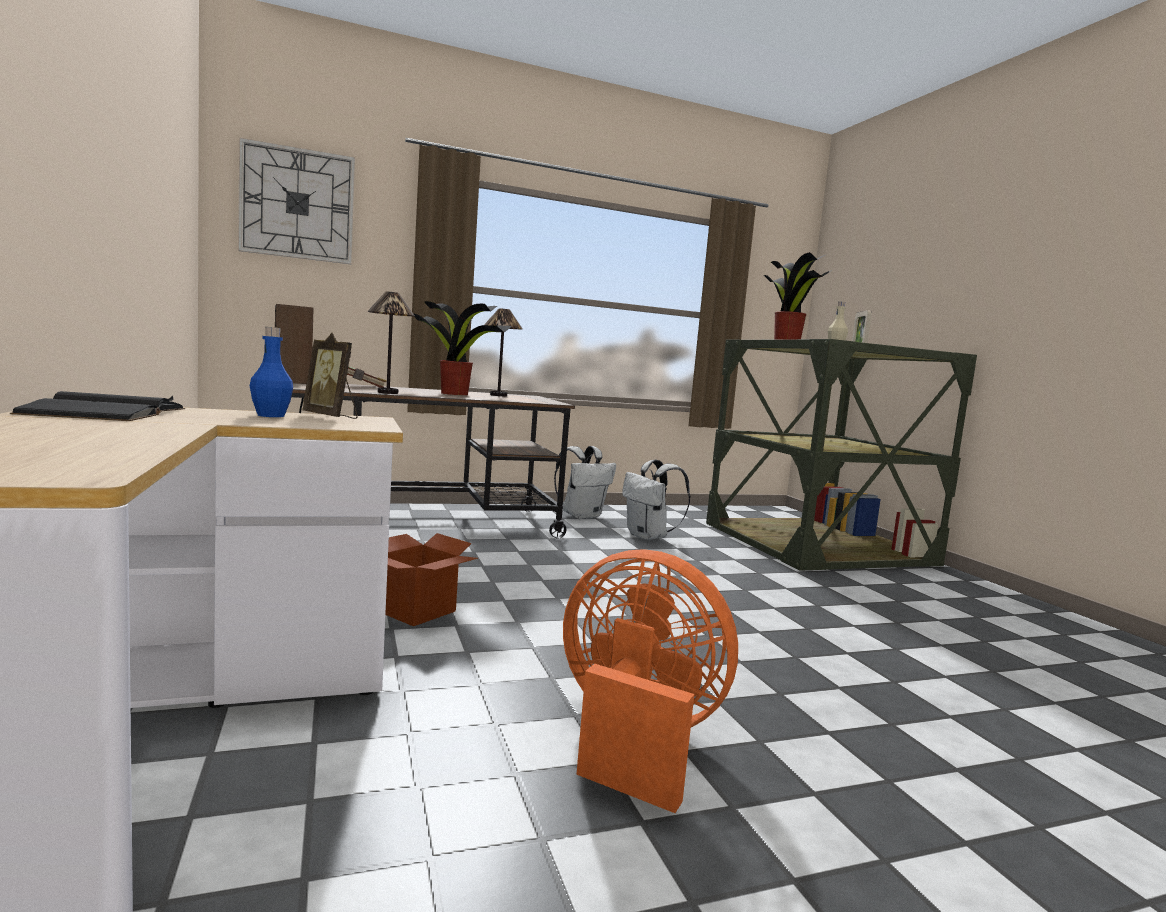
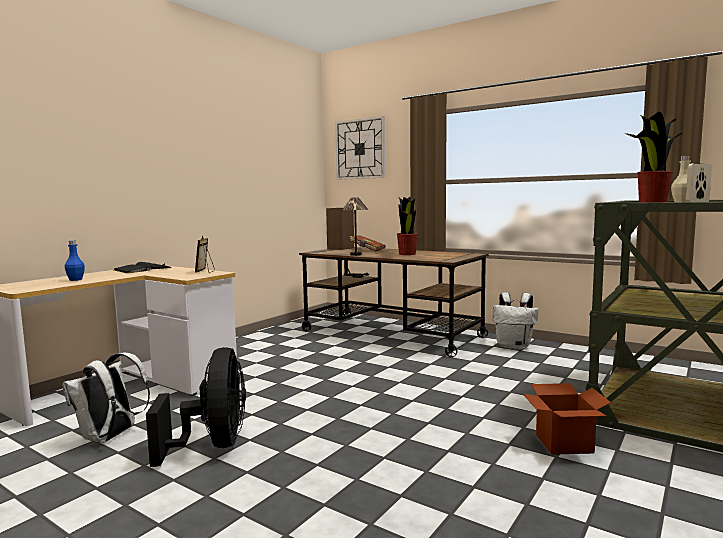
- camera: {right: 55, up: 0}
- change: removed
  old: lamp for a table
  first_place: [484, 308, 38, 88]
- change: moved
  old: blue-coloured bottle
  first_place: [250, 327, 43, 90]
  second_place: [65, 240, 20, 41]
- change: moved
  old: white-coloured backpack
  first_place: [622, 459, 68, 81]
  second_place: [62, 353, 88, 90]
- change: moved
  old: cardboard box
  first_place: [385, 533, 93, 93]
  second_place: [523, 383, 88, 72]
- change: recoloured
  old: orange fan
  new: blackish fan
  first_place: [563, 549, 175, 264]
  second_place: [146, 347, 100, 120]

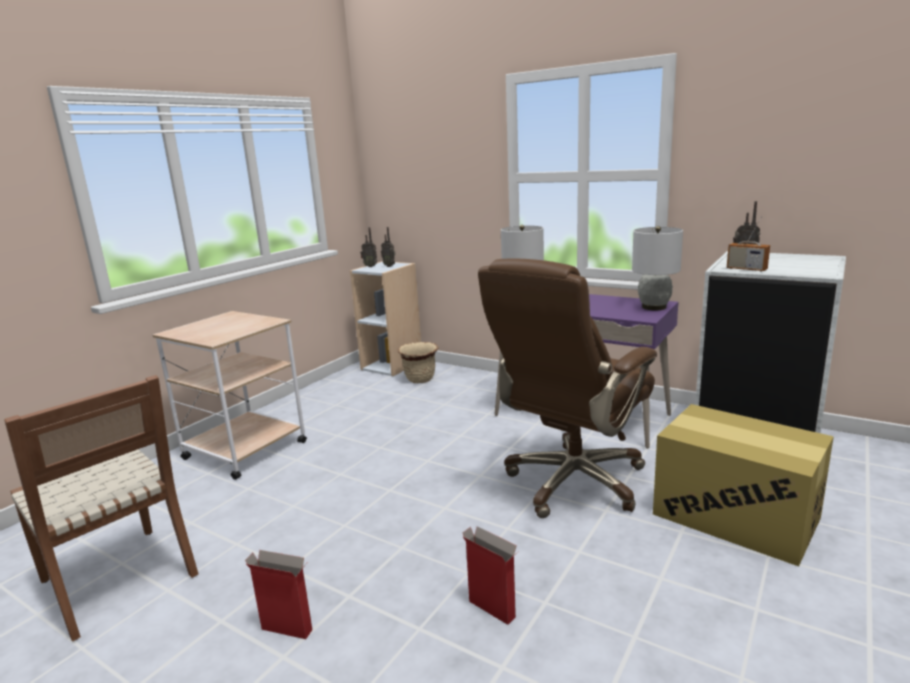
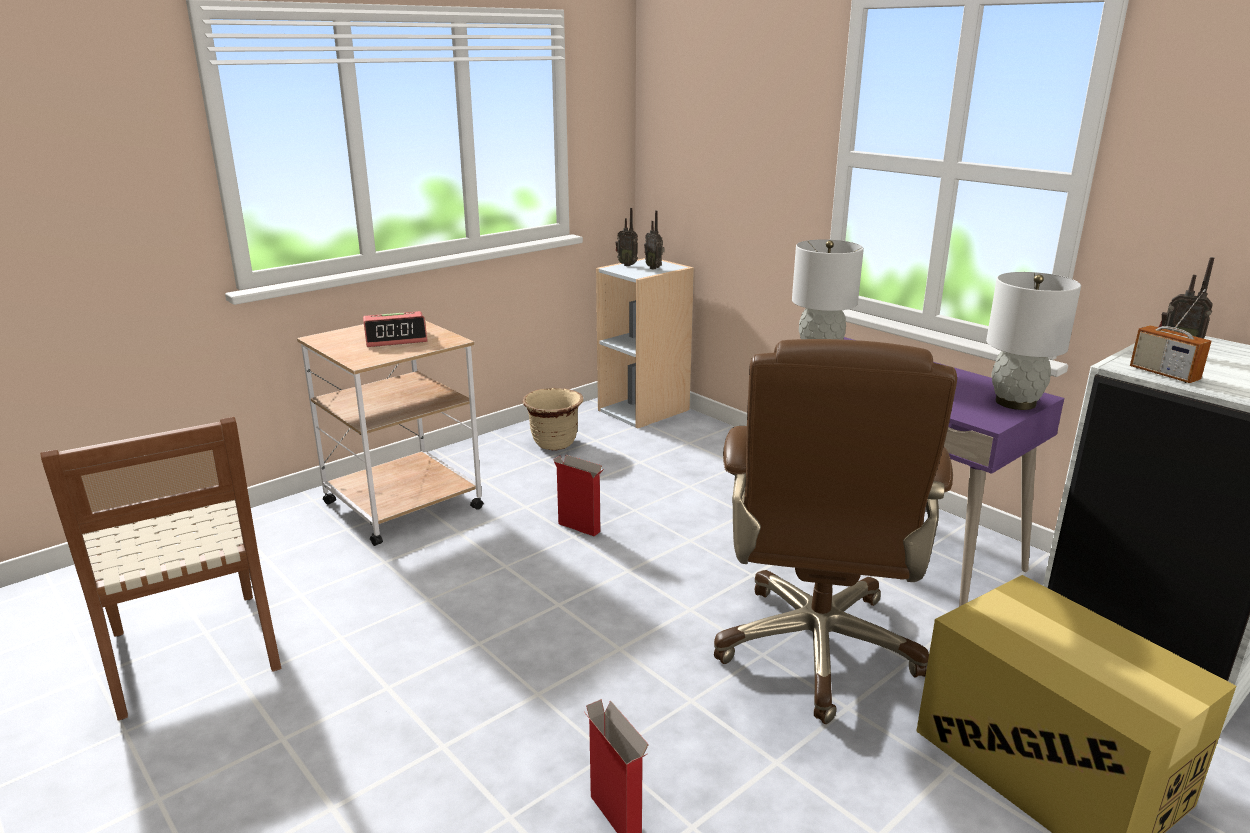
- camera: {right: 15, up: 5}
- change: turned
  old: brown office chair
  first_place: [478, 259, 179, 259]
  second_place: [714, 339, 243, 385]
  degrees: -45
- change: moved
  old: beige-coloured plant pot
  first_place: [398, 342, 40, 41]
  second_place: [523, 388, 60, 62]
- change: moved
  old: cardboard box
  first_place: [245, 550, 68, 89]
  second_place: [553, 455, 51, 81]
- change: added
  new: alarm clock
  second_place: [363, 311, 65, 36]

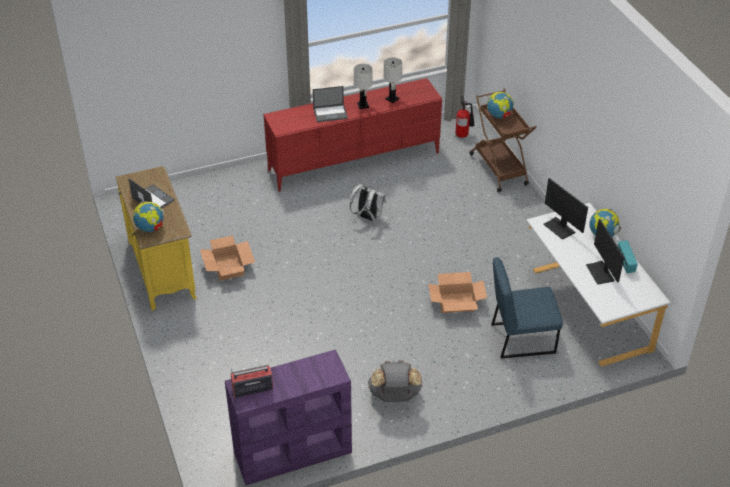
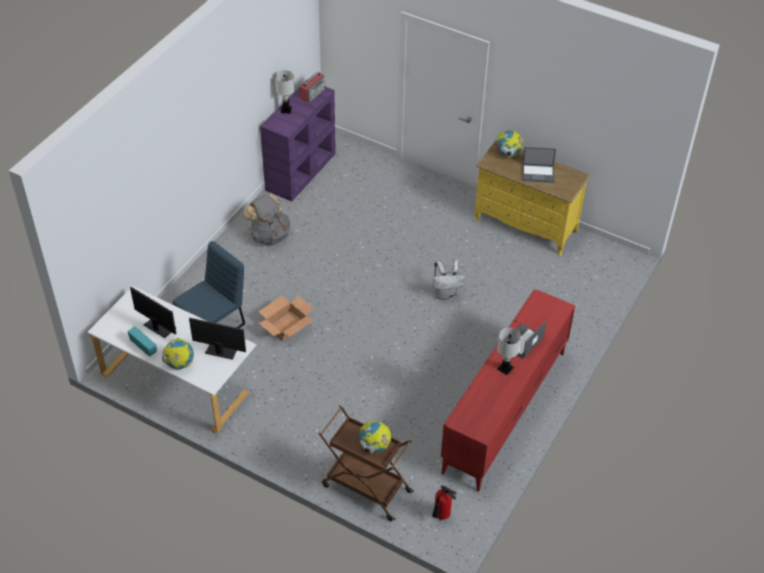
- camera: {right: 140, up: 5}
- change: moved
  old: white-coloured lamp for a table
  first_place: [383, 57, 20, 46]
  second_place: [275, 70, 19, 44]
- change: moved
  old: white-coloured backpack
  first_place: [350, 184, 36, 38]
  second_place: [433, 260, 32, 39]
- change: removed
  old: cardboard box
  first_place: [200, 236, 55, 45]

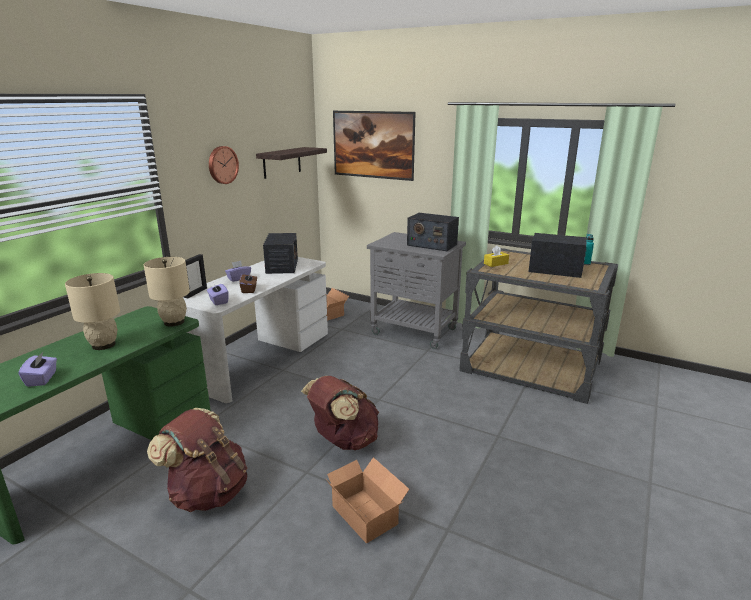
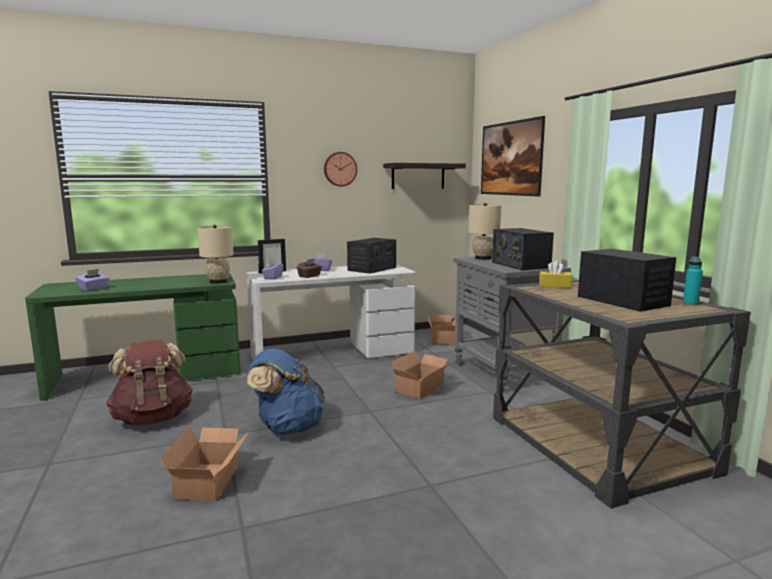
- camera: {right: 40, up: -10}
- change: moved
  old: beige-coloured lamp for a table
  first_place: [65, 273, 55, 77]
  second_place: [468, 202, 34, 58]
- change: recoloured
  old: brown backpack
  new: blue-coloured backpack
  first_place: [301, 376, 78, 74]
  second_place: [247, 349, 78, 86]
- change: added
  new: cardboard box
  second_place: [391, 351, 61, 48]

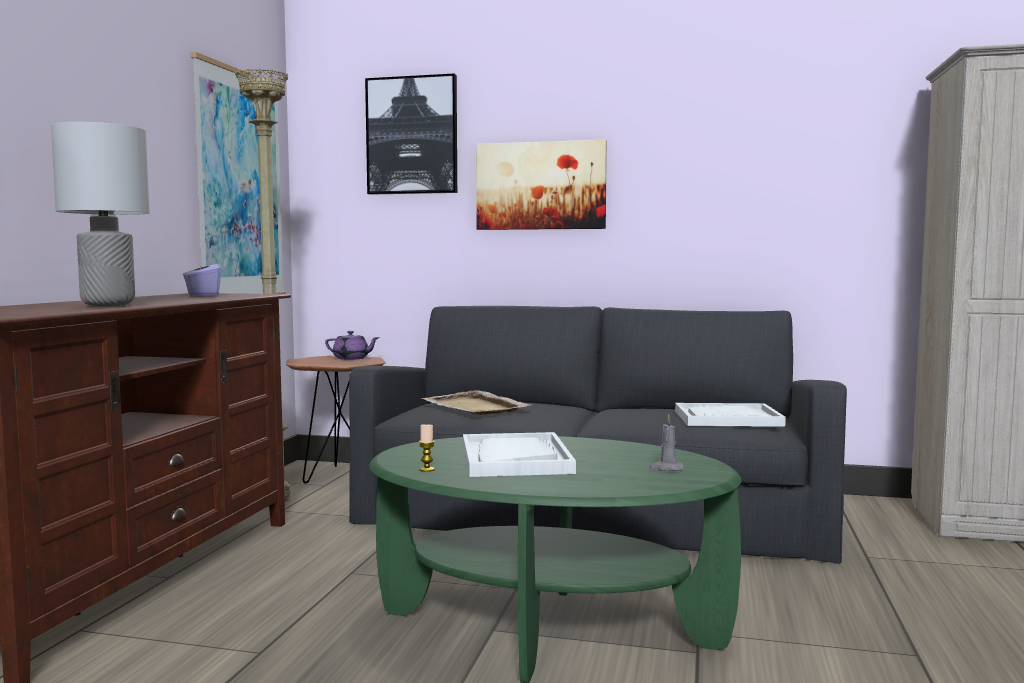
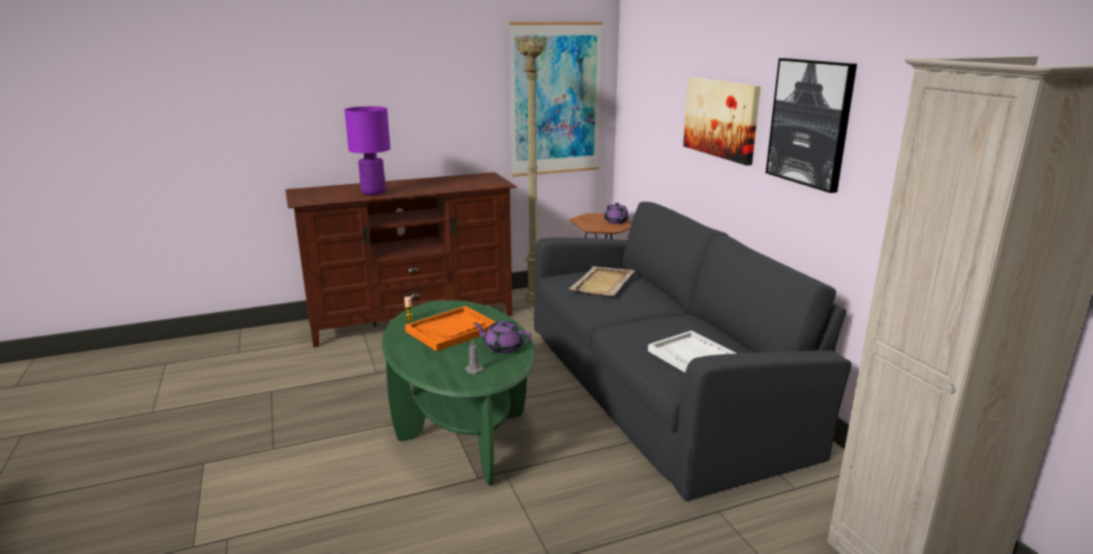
- camera: {right: 55, up: 15}
- change: moved
  old: wall picture
  first_place: [365, 74, 92, 121]
  second_place: [766, 58, 91, 135]
- change: recoloured
  old: grey lamp for a table
  new: purple lamp for a table
  first_place: [51, 122, 99, 184]
  second_place: [344, 106, 46, 89]
- change: removed
  old: purple box of tissues
  first_place: [183, 255, 38, 41]
- change: recoloured
  old: white-coloured carrying tray
  new: orange carrying tray
  first_place: [463, 432, 113, 45]
  second_place: [405, 306, 91, 45]
- change: added
  new: purple tea pot
  second_place: [473, 320, 58, 34]

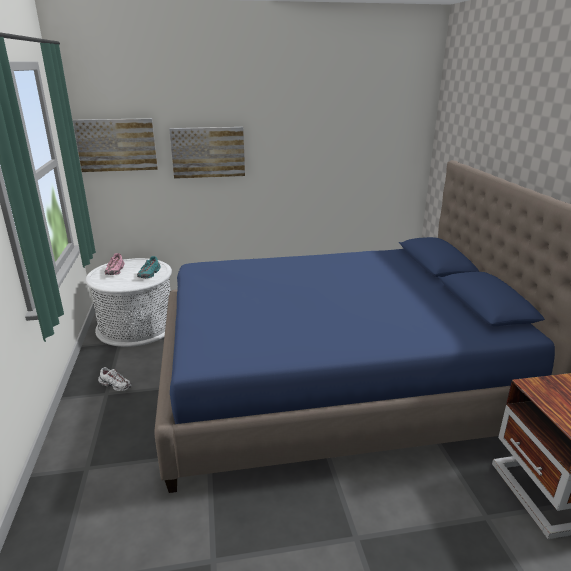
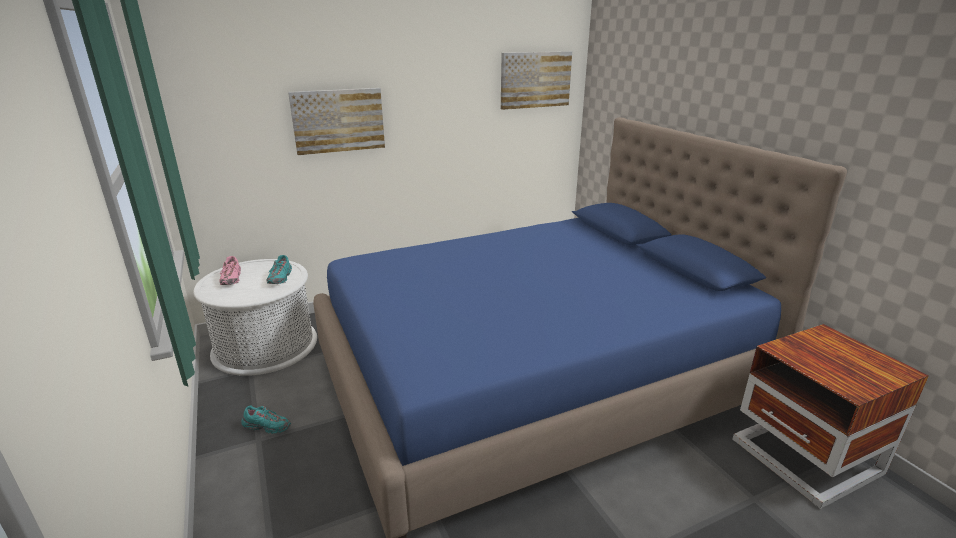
- camera: {right: -15, up: 0}
- change: moved
  old: wall picture
  first_place: [73, 118, 85, 54]
  second_place: [501, 51, 71, 59]
- change: recoloured
  old: white-coloured low shoe
  new: turquoise low shoe
  first_place: [98, 367, 34, 24]
  second_place: [242, 405, 49, 29]

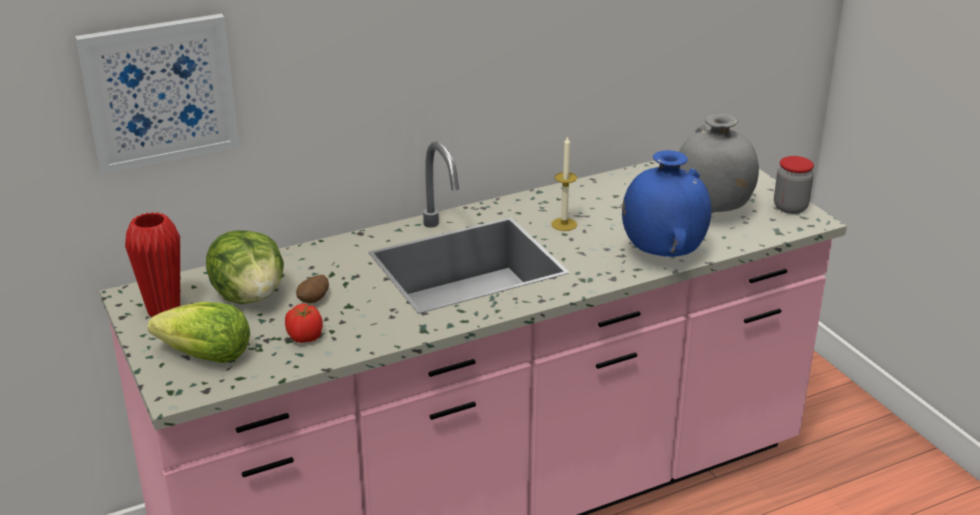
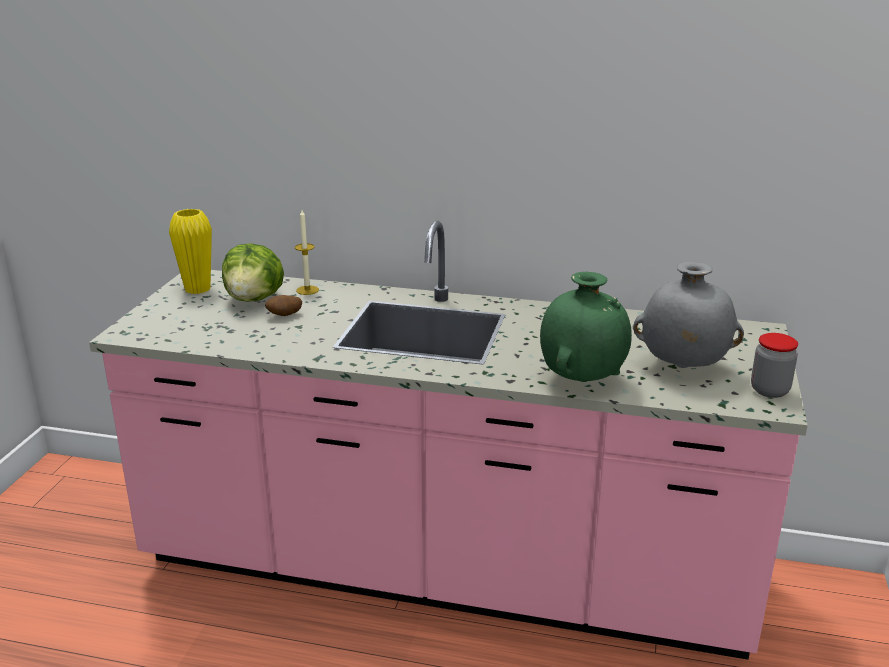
- camera: {right: 40, up: -5}
- change: removed
  old: wall picture
  first_place: [75, 14, 165, 160]
- change: moved
  old: candle
  first_place: [551, 136, 26, 95]
  second_place: [295, 210, 24, 85]
- change: recoloured
  old: blue-coloured vase
  new: green vase
  first_place: [622, 150, 90, 107]
  second_place: [540, 272, 92, 110]
- change: recoloured
  old: red vase
  new: yellow vase
  first_place: [125, 212, 55, 105]
  second_place: [169, 209, 43, 85]
- change: removed
  old: head of lettuce
  first_place: [148, 302, 102, 61]
- change: removed
  old: tomato
  first_place: [285, 304, 38, 39]

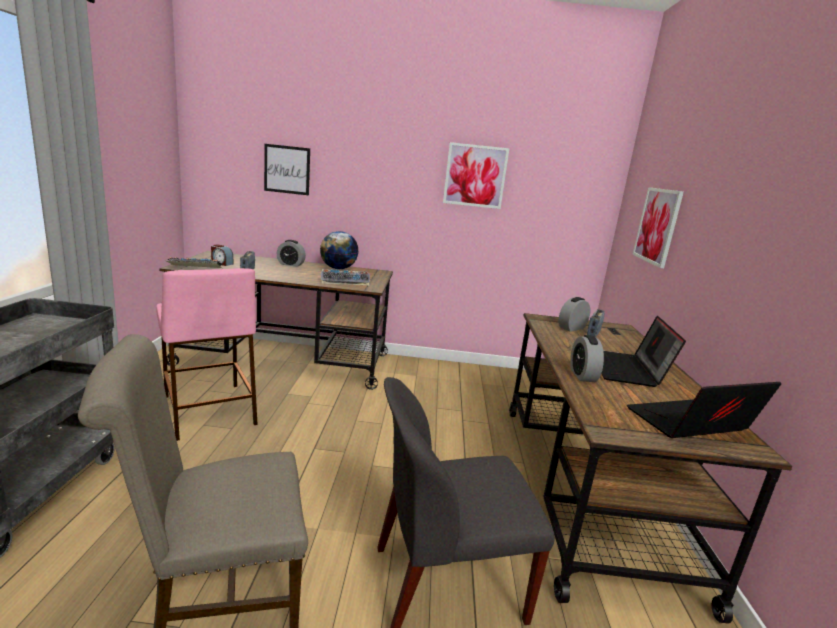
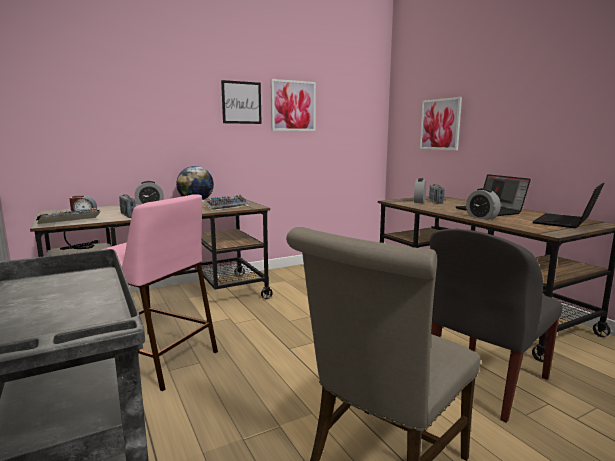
- camera: {right: -30, up: -5}
- change: moved
  old: wall picture
  first_place: [264, 144, 46, 51]
  second_place: [221, 80, 41, 44]

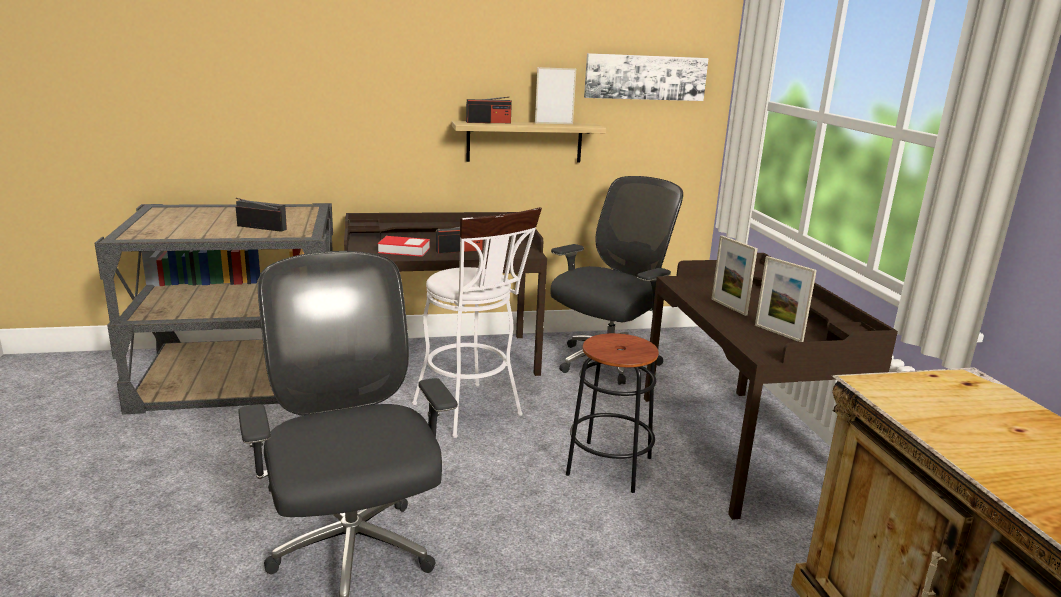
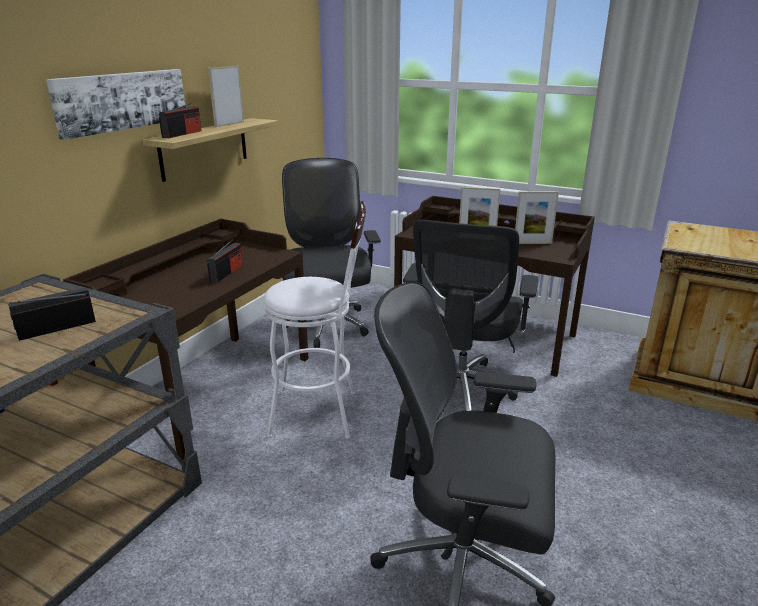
- camera: {right: -50, up: 5}
- change: moved
  old: wall picture
  first_place: [584, 53, 125, 48]
  second_place: [46, 69, 140, 71]
- change: removed
  old: volume
  first_place: [378, 236, 52, 21]
- change: replaced
  old: blackish sitting stool
  new: office chair
  first_place: [566, 333, 93, 160]
  second_place: [403, 220, 135, 191]

